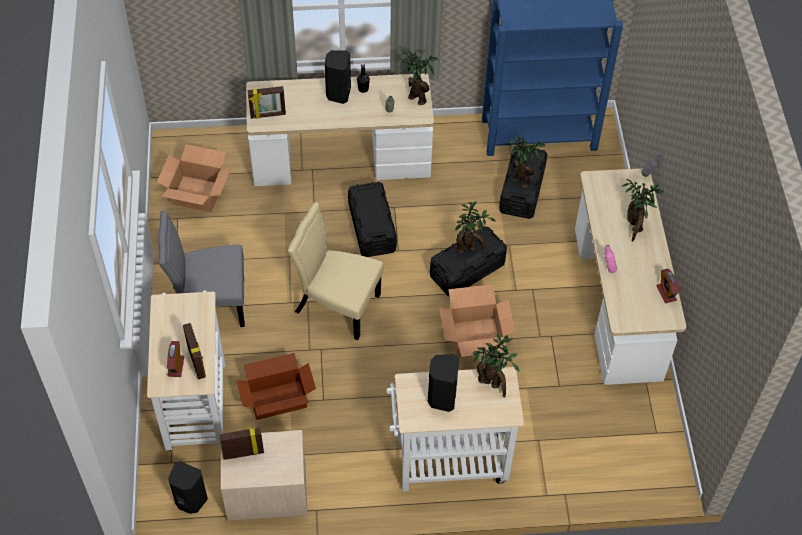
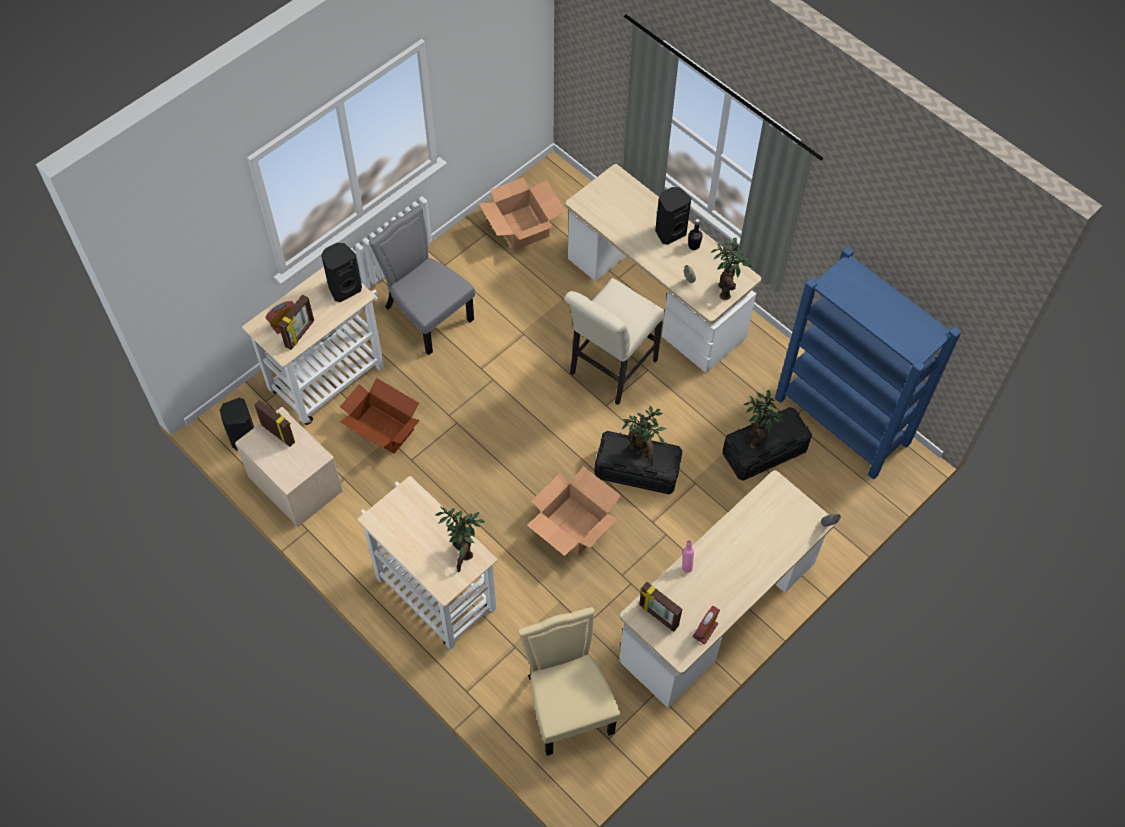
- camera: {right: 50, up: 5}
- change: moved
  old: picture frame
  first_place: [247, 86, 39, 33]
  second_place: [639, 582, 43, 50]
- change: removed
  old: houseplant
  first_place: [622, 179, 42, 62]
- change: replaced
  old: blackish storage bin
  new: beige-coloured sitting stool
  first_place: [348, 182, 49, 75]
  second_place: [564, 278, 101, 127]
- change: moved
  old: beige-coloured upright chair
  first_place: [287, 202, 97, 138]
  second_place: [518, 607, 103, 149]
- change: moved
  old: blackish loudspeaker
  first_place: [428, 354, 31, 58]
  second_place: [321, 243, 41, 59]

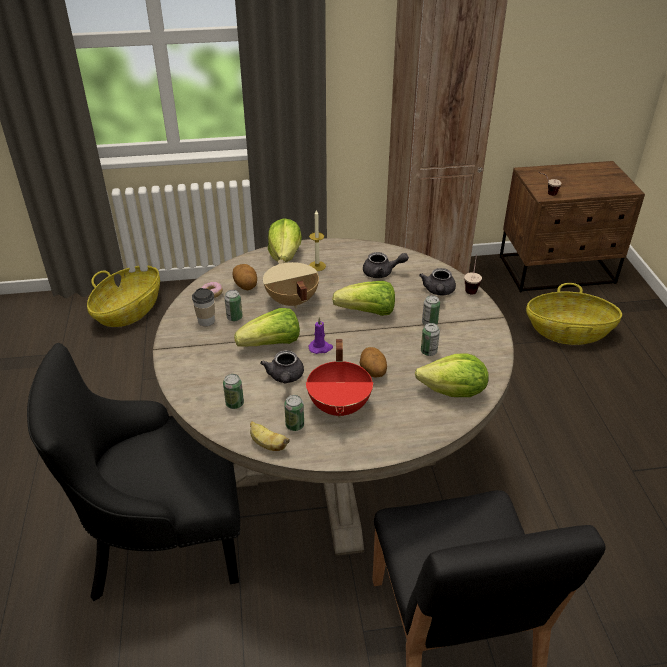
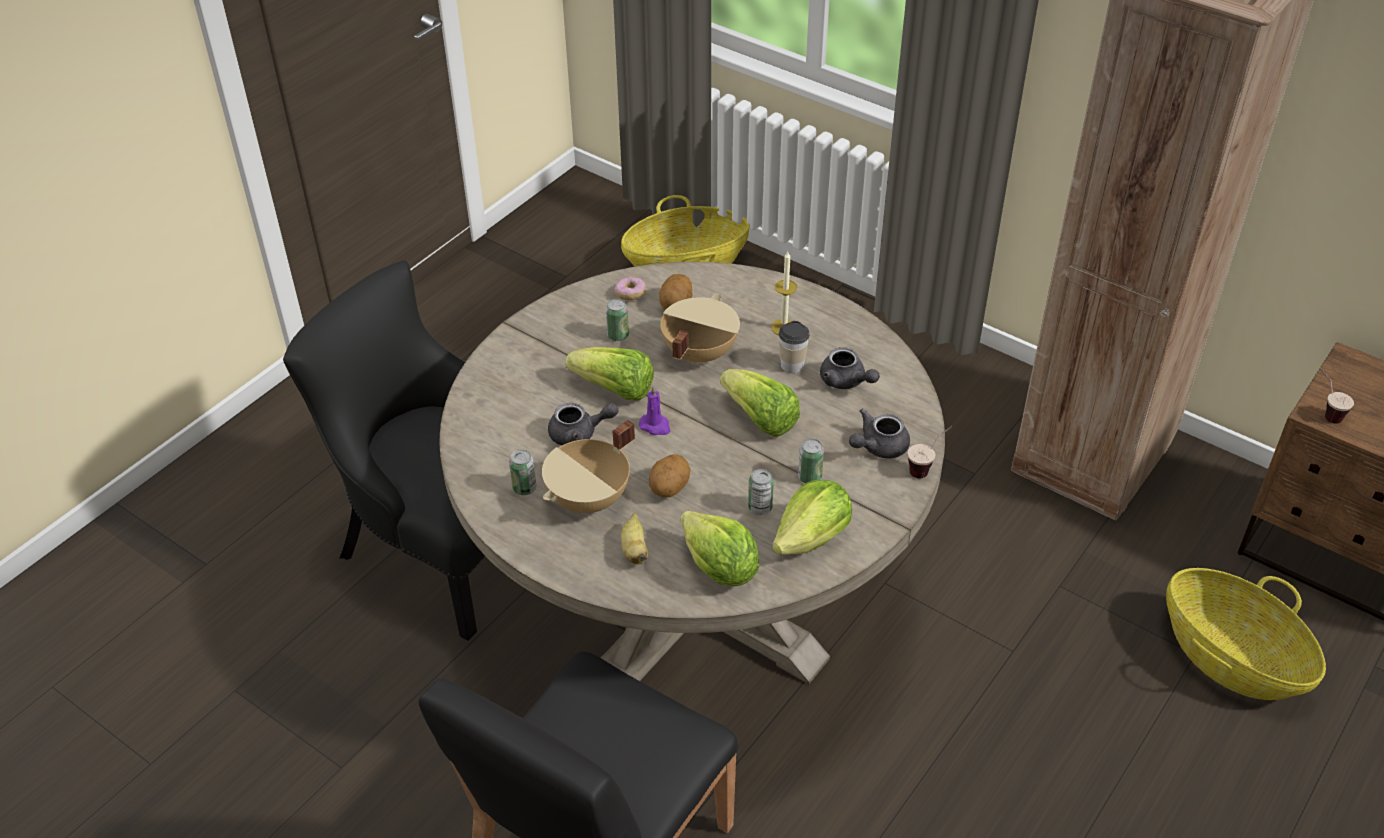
- camera: {right: 45, up: 5}
- change: moved
  old: head of lettuce
  first_place: [268, 218, 34, 45]
  second_place: [772, 480, 80, 75]
- change: moved
  old: cup
  first_place: [192, 288, 23, 38]
  second_place: [779, 321, 30, 52]
- change: recoloured
  old: red saucepot
  new: beige-coloured saucepot
  first_place: [306, 339, 67, 79]
  second_place: [542, 420, 93, 93]
- change: turned
  old: grey tea pot
  first_place: [260, 350, 44, 33]
  second_place: [548, 403, 70, 42]
  degrees: -135
- change: removed
  old: sealed can
  first_place: [223, 374, 21, 35]
- change: moved
  old: banana
  first_place: [250, 421, 40, 30]
  second_place: [621, 513, 27, 52]

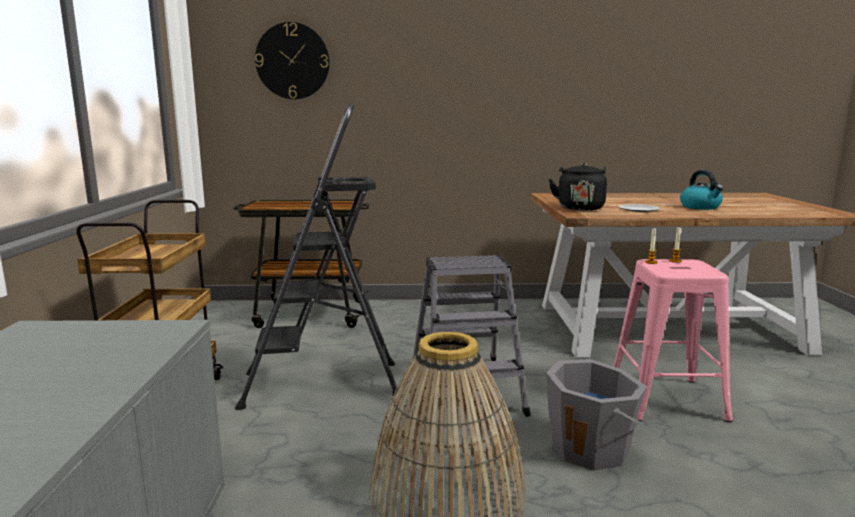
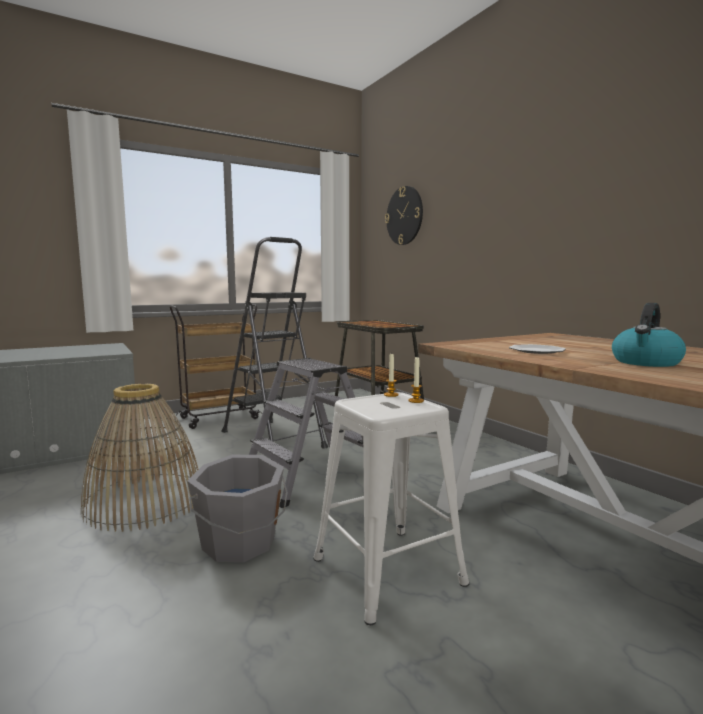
- camera: {right: 60, up: -5}
- change: removed
  old: blackish water kettle
  first_place: [549, 163, 58, 48]
- change: recoloured
  old: pinkish sitting stool
  new: white-coloured sitting stool
  first_place: [613, 259, 120, 163]
  second_place: [313, 392, 156, 233]

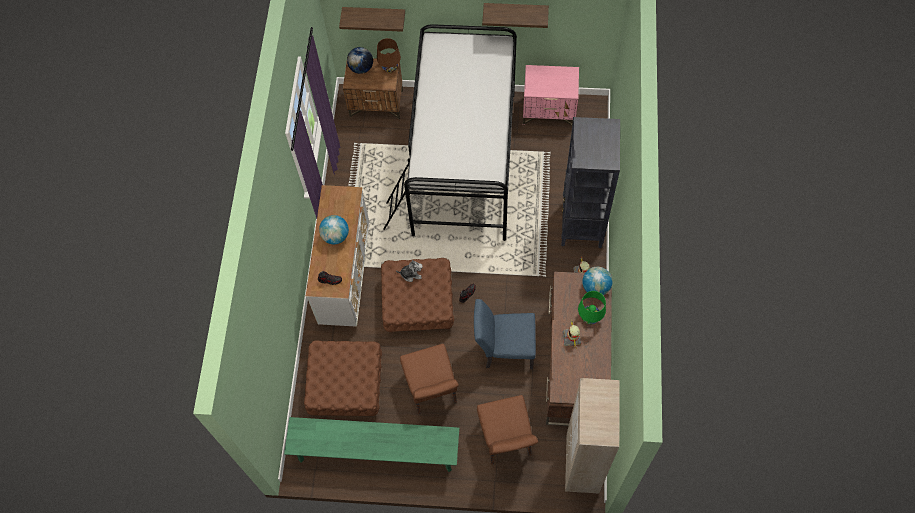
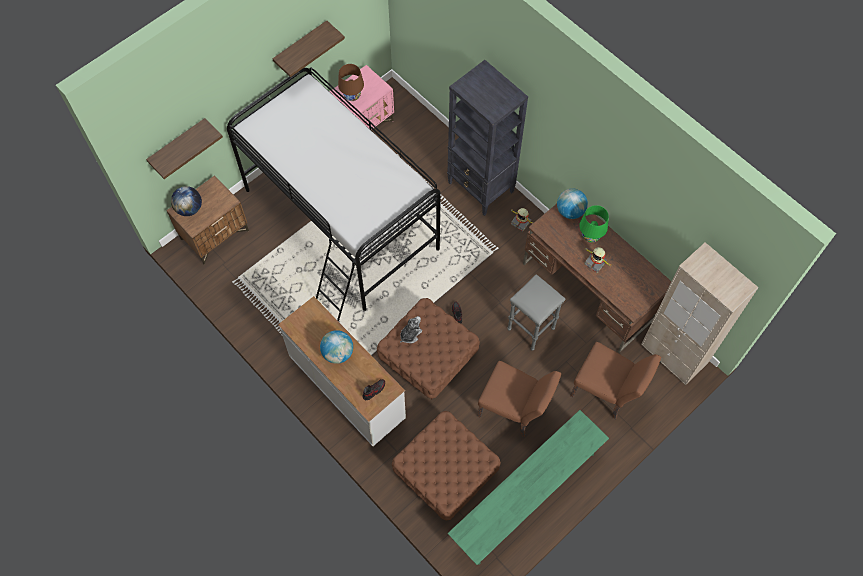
- camera: {right: -50, up: 0}
- change: moved
  old: brown lamp for a table
  first_place: [377, 38, 24, 35]
  second_place: [338, 64, 26, 37]
- change: replaced
  old: blue-coloured upright chair
  new: grey sitting stool
  first_place: [474, 299, 62, 70]
  second_place: [508, 274, 57, 77]

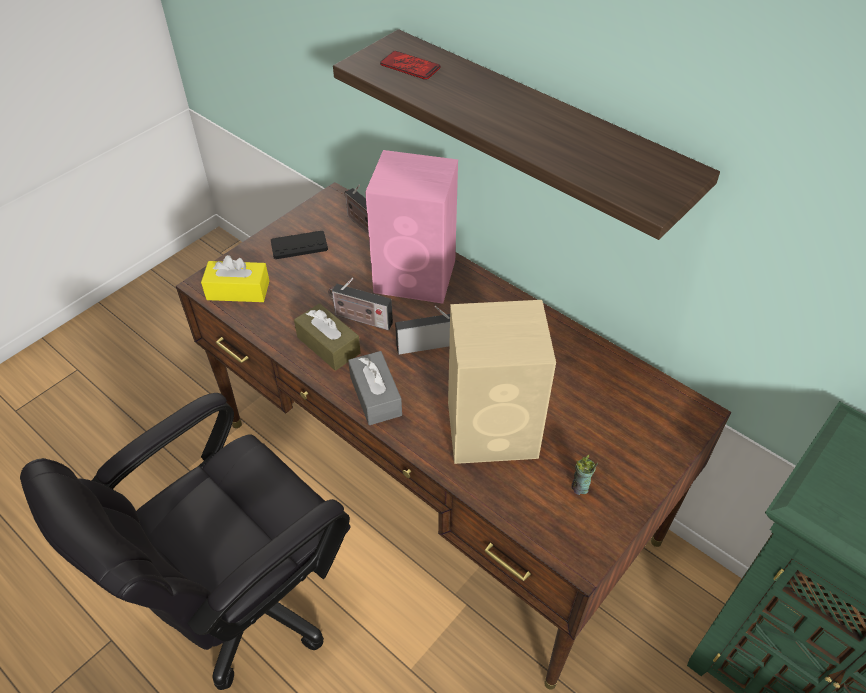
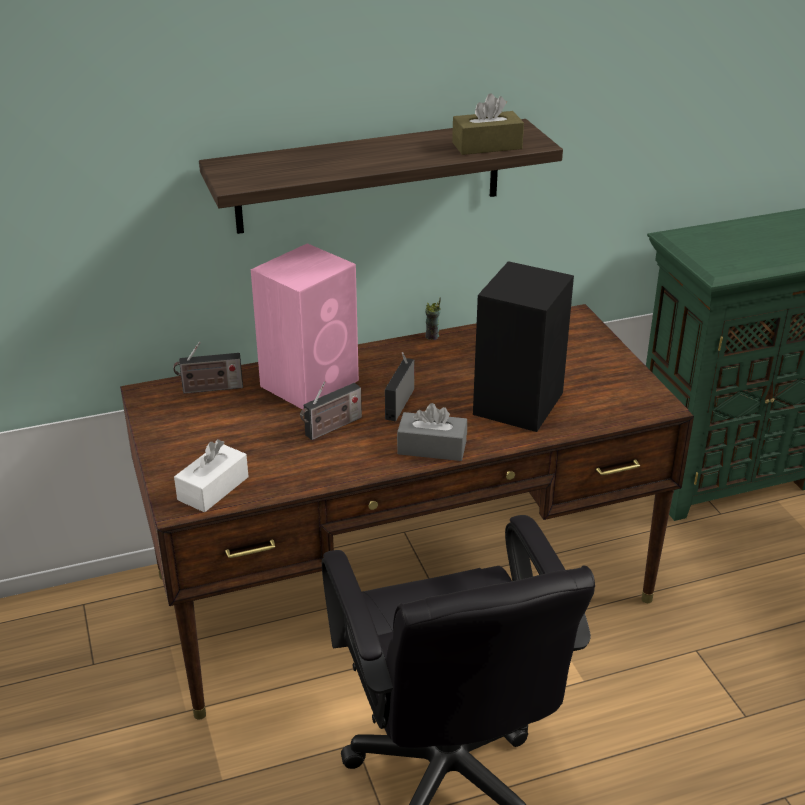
- camera: {right: -60, up: -15}
- change: removed
  old: phone
  first_place: [380, 51, 60, 29]
- change: removed
  old: blackish gamepad
  first_place: [271, 231, 57, 28]
- change: recoloured
  old: yellow box of tissues
  new: white-coloured box of tissues
  first_place: [201, 255, 68, 47]
  second_place: [174, 439, 75, 73]
- change: recoloured
  old: beige-coloured loudspeaker
  new: blackish loudspeaker
  first_place: [448, 300, 108, 164]
  second_place: [473, 261, 101, 171]
- change: moved
  old: brown box of tissues
  first_place: [294, 303, 67, 68]
  second_place: [452, 93, 72, 62]
- change: moved
  old: cup
  first_place: [571, 455, 27, 40]
  second_place: [425, 297, 16, 43]

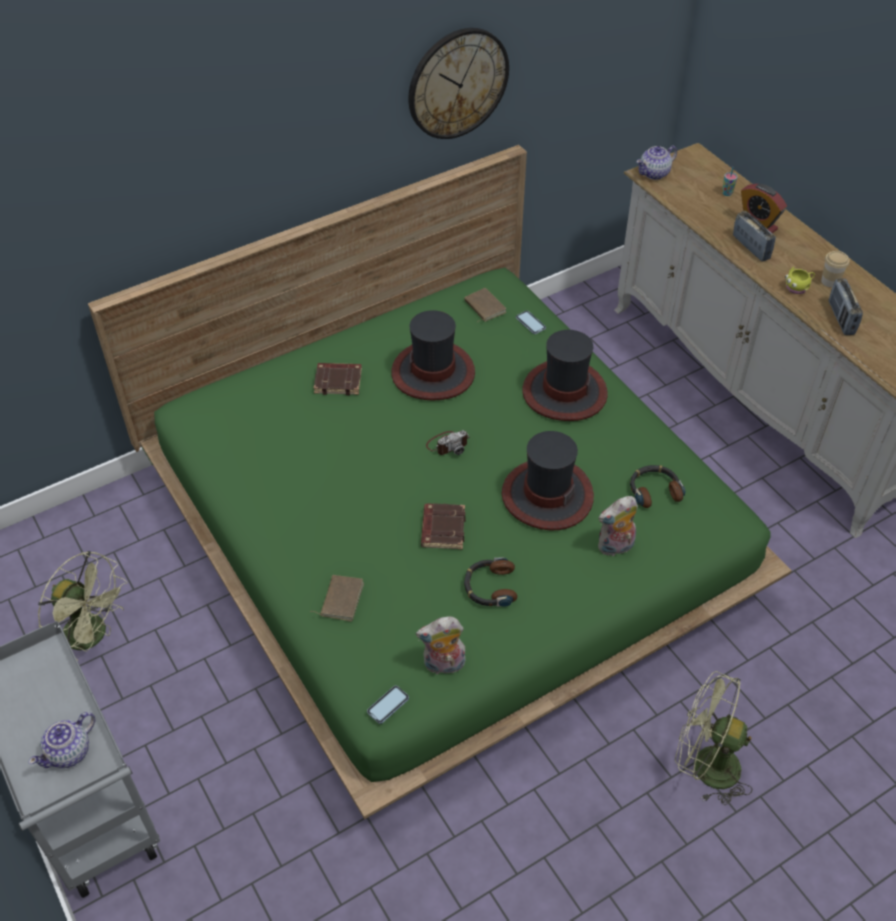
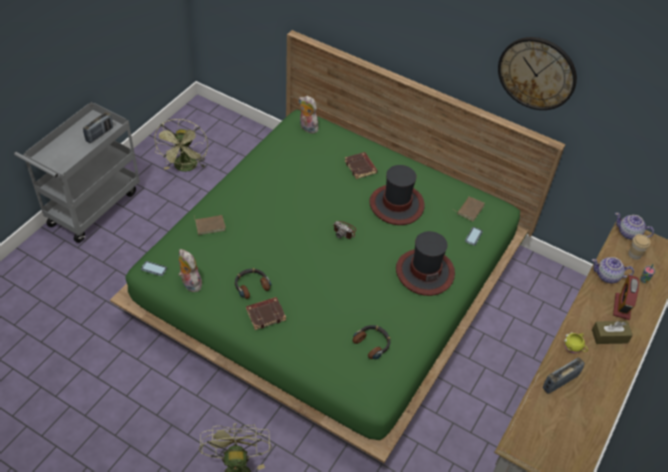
- camera: {right: 60, up: 0}
- change: moved
  old: radio set
  first_place: [733, 211, 43, 51]
  second_place: [83, 112, 30, 31]
- change: moved
  old: cup
  first_place: [821, 251, 29, 37]
  second_place: [628, 234, 23, 26]
- change: removed
  old: hat
  first_place: [502, 431, 92, 99]
- change: moved
  old: cuddly toy
  first_place: [598, 496, 40, 60]
  second_place: [299, 96, 19, 38]
- change: moved
  old: brown volume
  first_place: [421, 504, 45, 45]
  second_place: [246, 297, 40, 33]
- change: moved
  old: tea pot
  first_place: [29, 712, 66, 56]
  second_place: [592, 257, 42, 26]
- change: added
  new: brown box of tissues
  second_place: [592, 321, 41, 23]

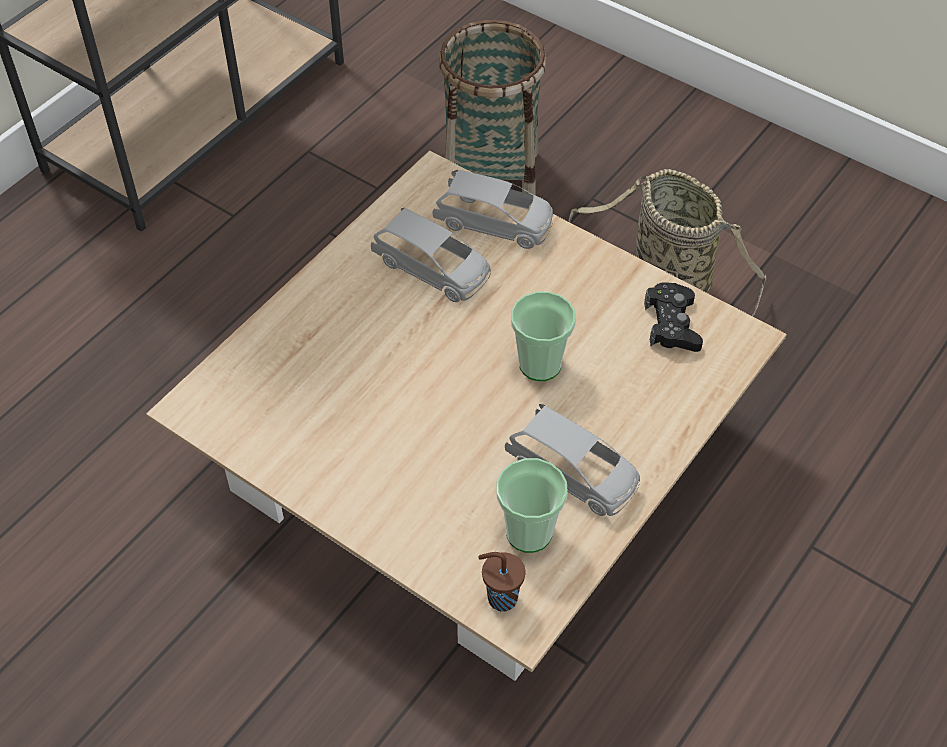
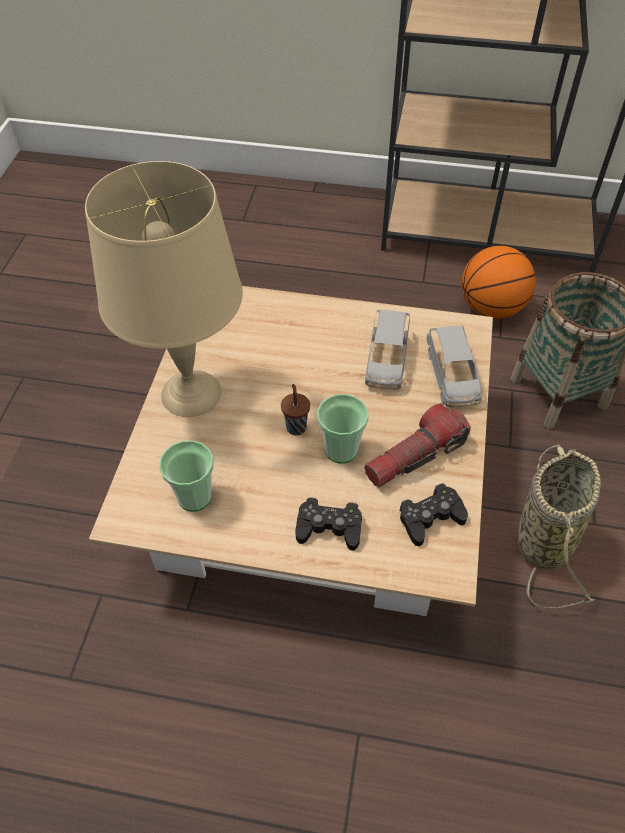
- camera: {right: 65, up: 0}
- change: removed
  old: grey toy car
  first_place: [505, 404, 135, 112]
- change: moved
  old: brown cup
  first_place: [478, 552, 48, 60]
  second_place: [281, 384, 29, 51]
- change: added
  new: beige-coloured lamp for a table
  second_place: [85, 161, 158, 256]
- change: added
  new: basketball ball
  second_place: [462, 246, 73, 73]
- change: added
  new: hand torch
  second_place: [364, 404, 107, 83]
- change: added
  new: blackish gamepad
  second_place: [295, 497, 67, 54]

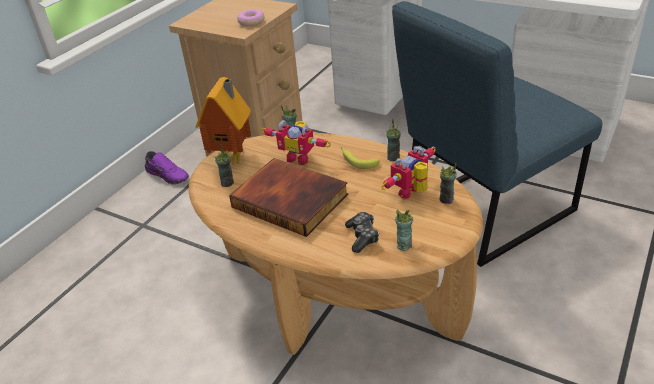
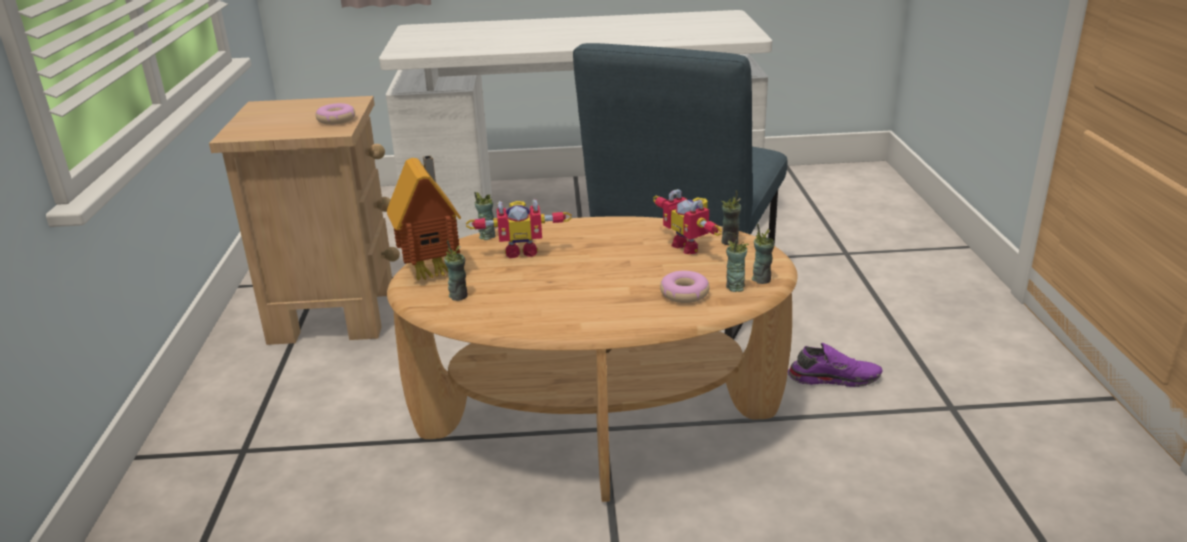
- camera: {right: -35, up: -10}
- change: moved
  old: cup
  first_place: [386, 119, 15, 42]
  second_place: [752, 224, 22, 60]
- change: turned
  old: robot figure
  first_place: [381, 146, 55, 53]
  second_place: [653, 189, 69, 65]
  degrees: -45
- change: removed
  old: banana
  first_place: [341, 147, 39, 22]
- change: moved
  old: purple low shoe
  first_place: [145, 151, 44, 34]
  second_place: [788, 343, 95, 44]
- change: removed
  old: volume
  first_place: [229, 158, 119, 79]
- change: replaced
  old: gamepad
  new: ring doughnut
  first_place: [345, 212, 34, 41]
  second_place: [660, 271, 50, 32]

